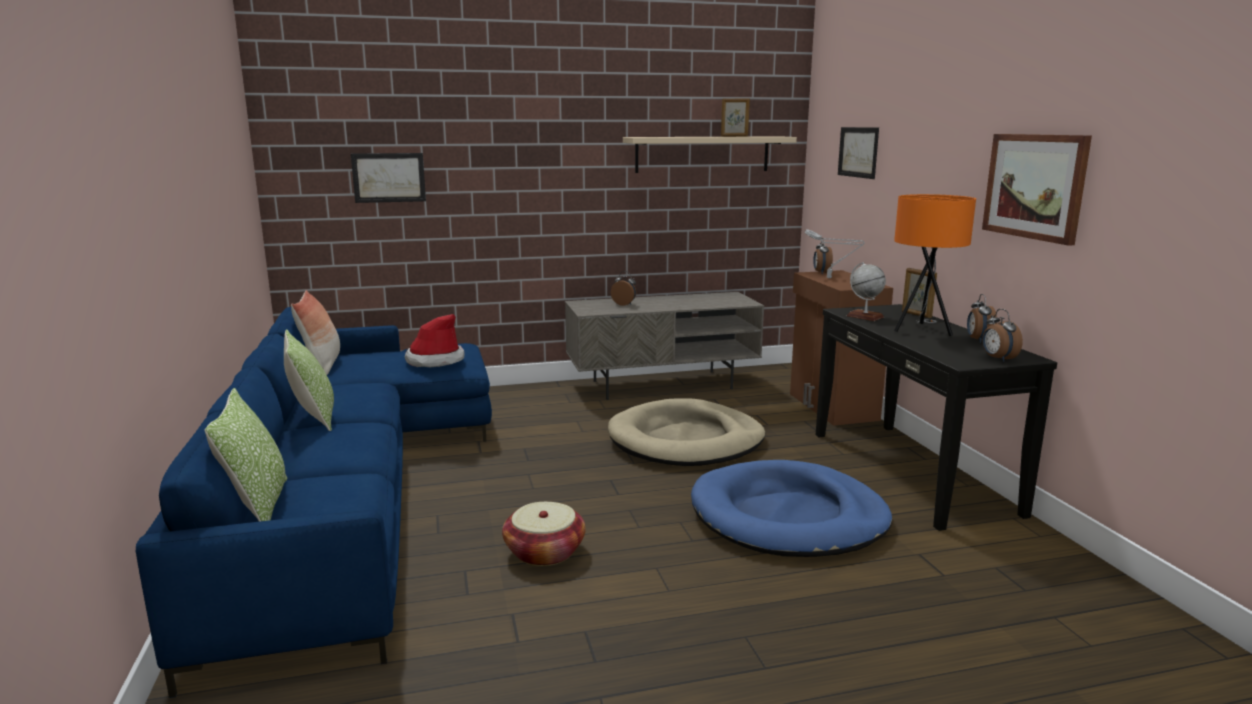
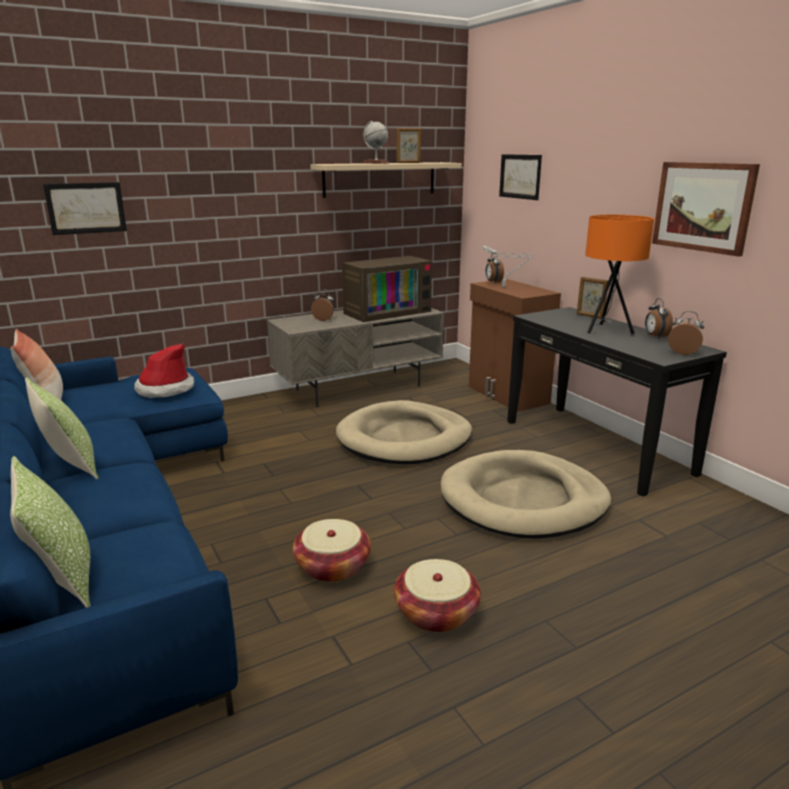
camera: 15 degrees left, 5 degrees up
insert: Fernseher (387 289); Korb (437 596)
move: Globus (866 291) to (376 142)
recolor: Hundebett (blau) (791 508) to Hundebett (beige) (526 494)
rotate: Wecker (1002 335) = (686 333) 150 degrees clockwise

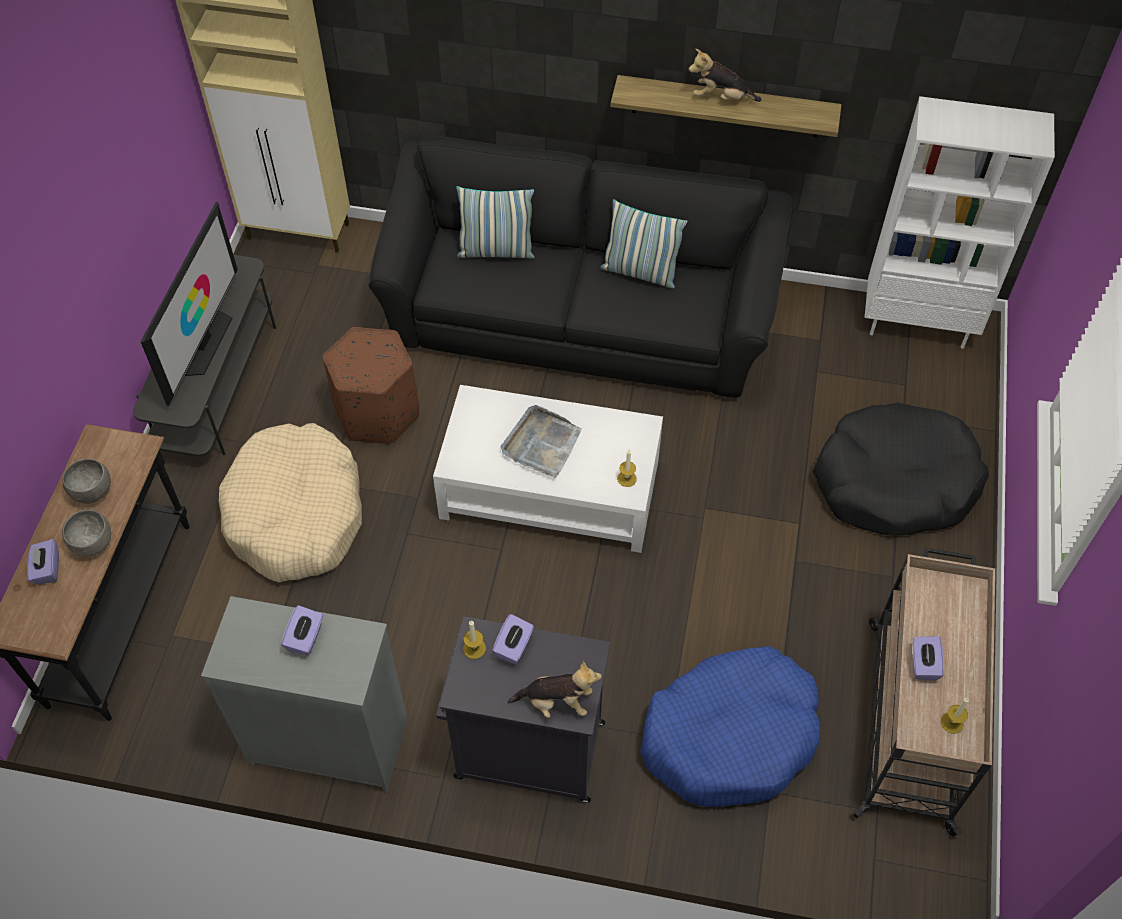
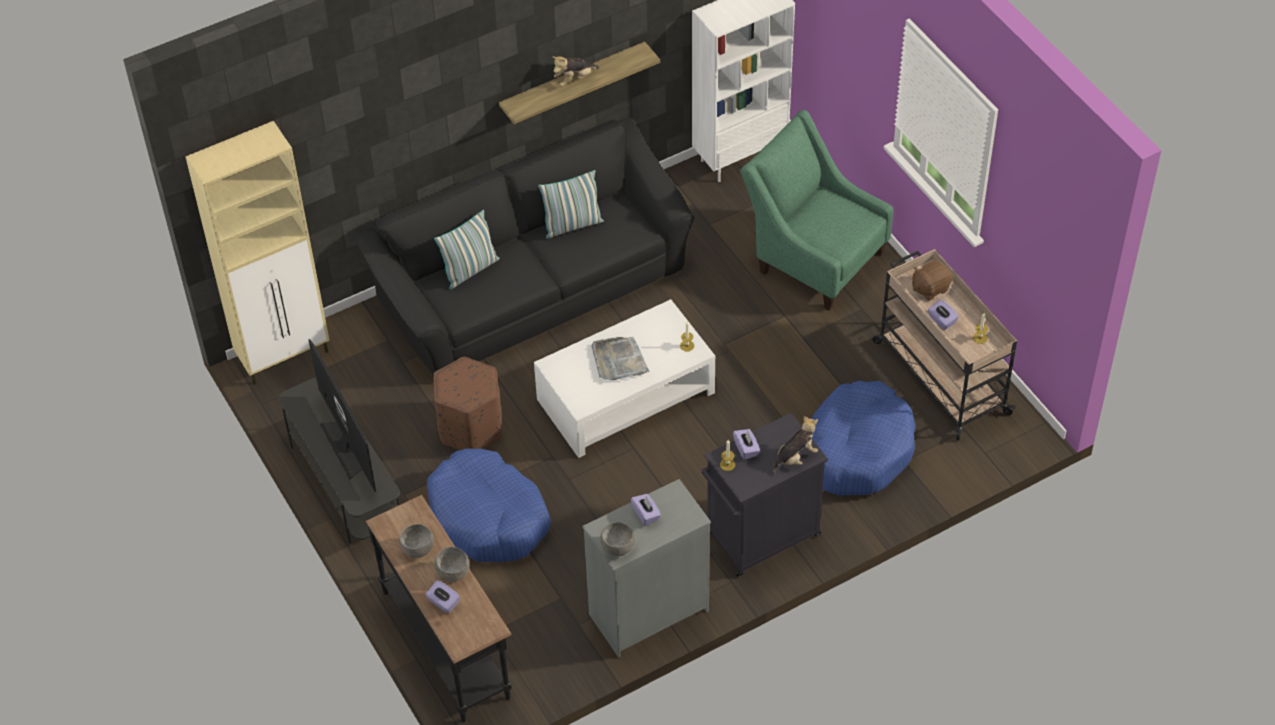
camera: 40 degrees left, 5 degrees down
insert: Schüssel (grau) (617 539); Plüschtier (braun) (932 281)
replace: Hundebett (schwarz) (901 469) to Sessel (grün) (816 210)
recolor: Hundebett (beige) (290 502) to Hundebett (blau) (489 505)

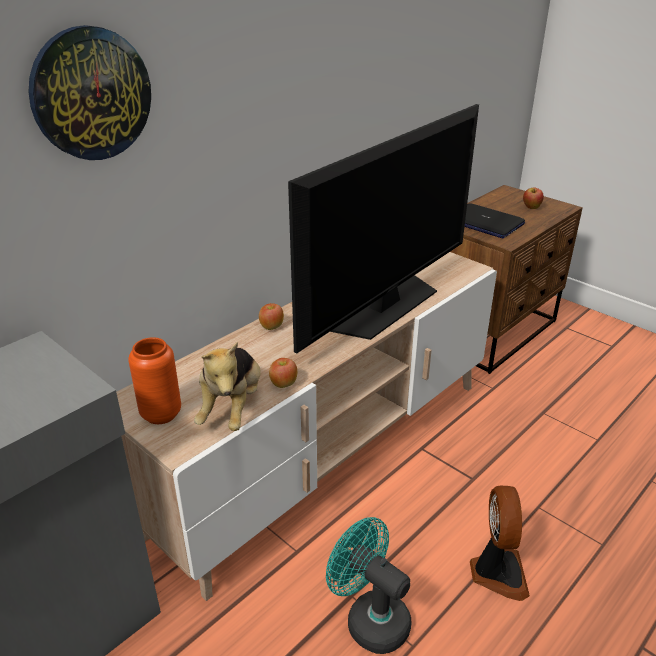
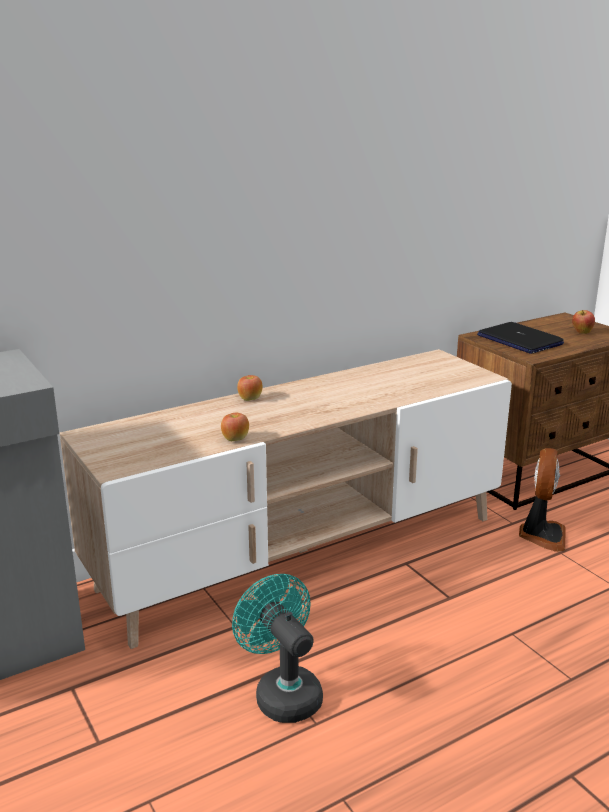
camera: 15 degrees right, 10 degrees down
delete: Wanduhr (89 92); Vase (orange) (154 380); Plüschtier (227 386); Fernseher (383 229)
move: Ventilator (500 543) to (542 500)

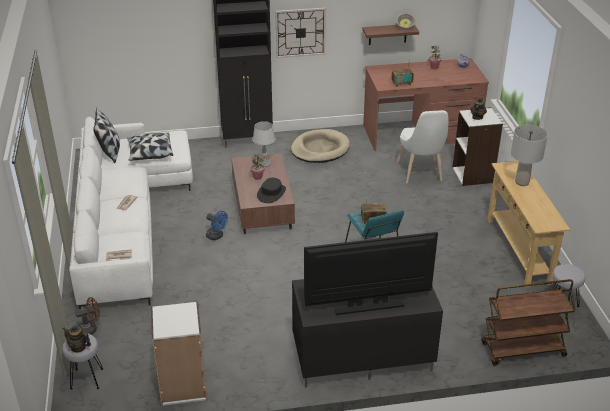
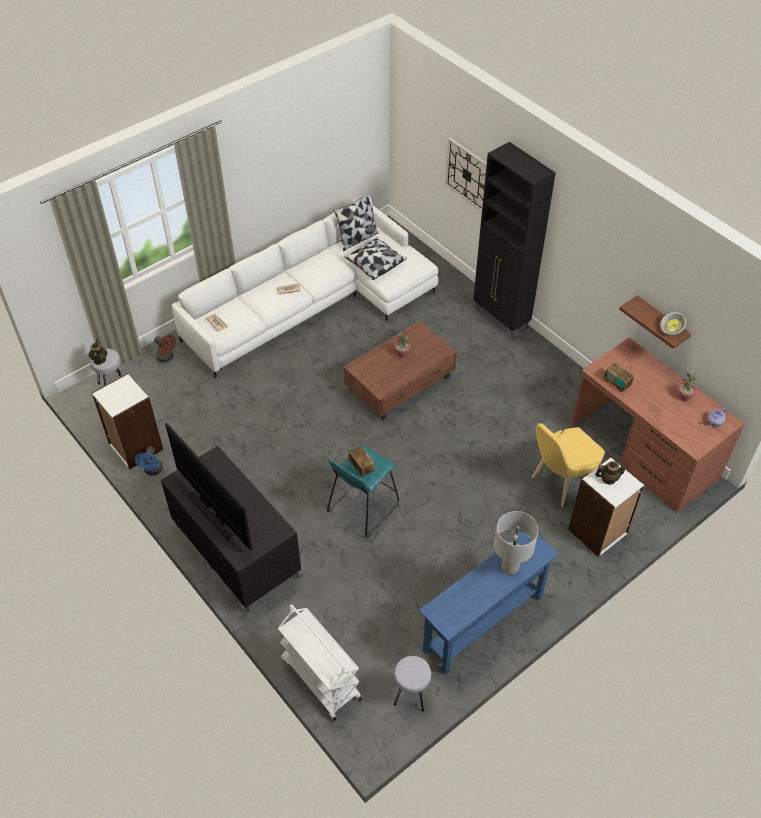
camera: 60 degrees right, 15 degrees up
delete: Tischlampe (grau) (264 144); Hut (schwarz) (271 190); Hundebett (beige) (320 146)
move: Ventilator (blau) (217 225) to (149 460); Wanduhr (300 33) to (466 174)
recolor: Stuhl (weiß) (422 146) to Stuhl (gelb) (568 465); Rollwagen (braun) (528 322) to Rollwagen (weiß) (320 662); Konsolentisch (beige) (528 224) to Konsolentisch (blau) (489 603)

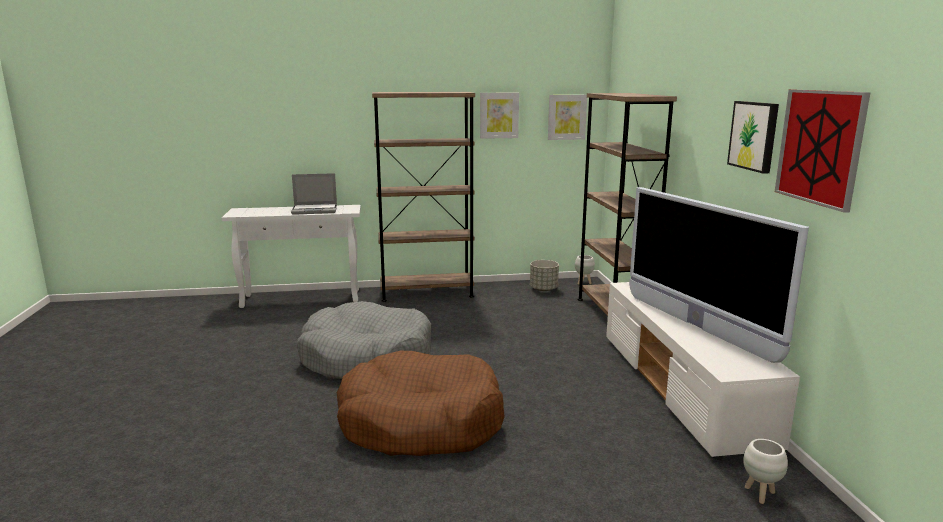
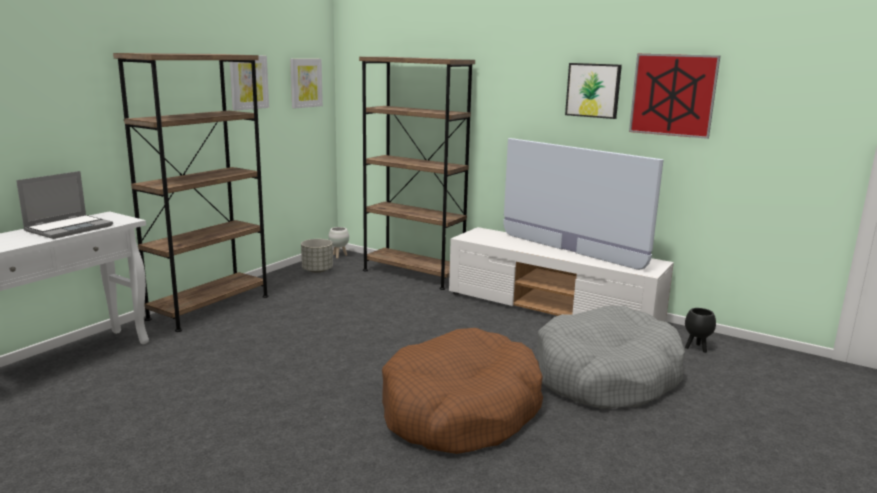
camera: 50 degrees left, 0 degrees up
move: Hundebett (grau) (364 340) to (610 357)
recolor: Pflanzkübel (weiß) (765 471) to Pflanzkübel (schwarz) (700 330)
rotate: Fernseher (719 275) = (583 204) 150 degrees counterclockwise

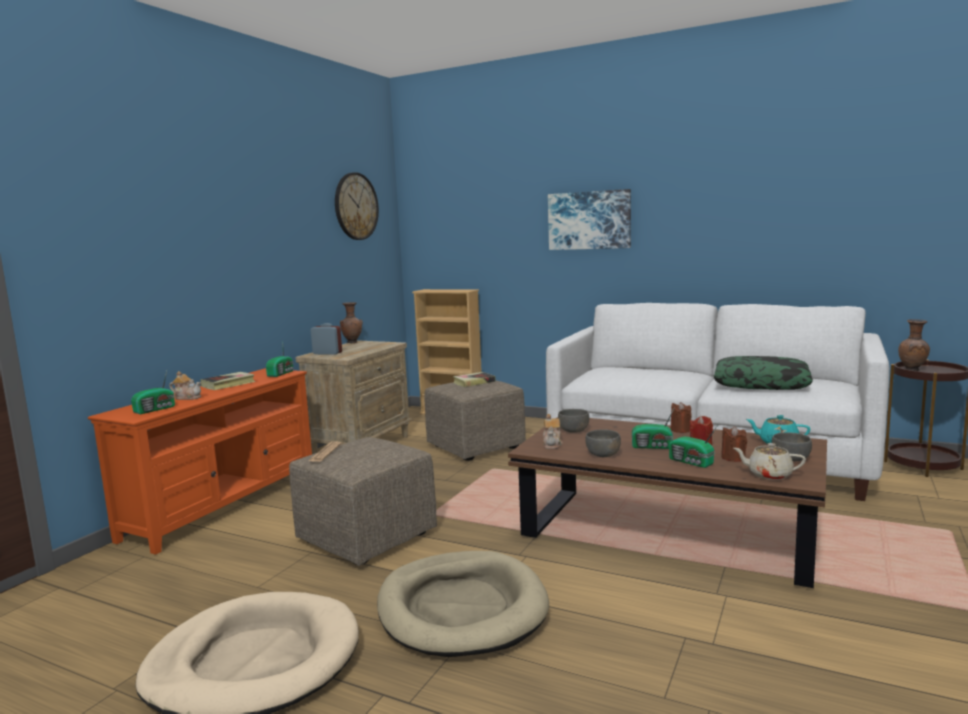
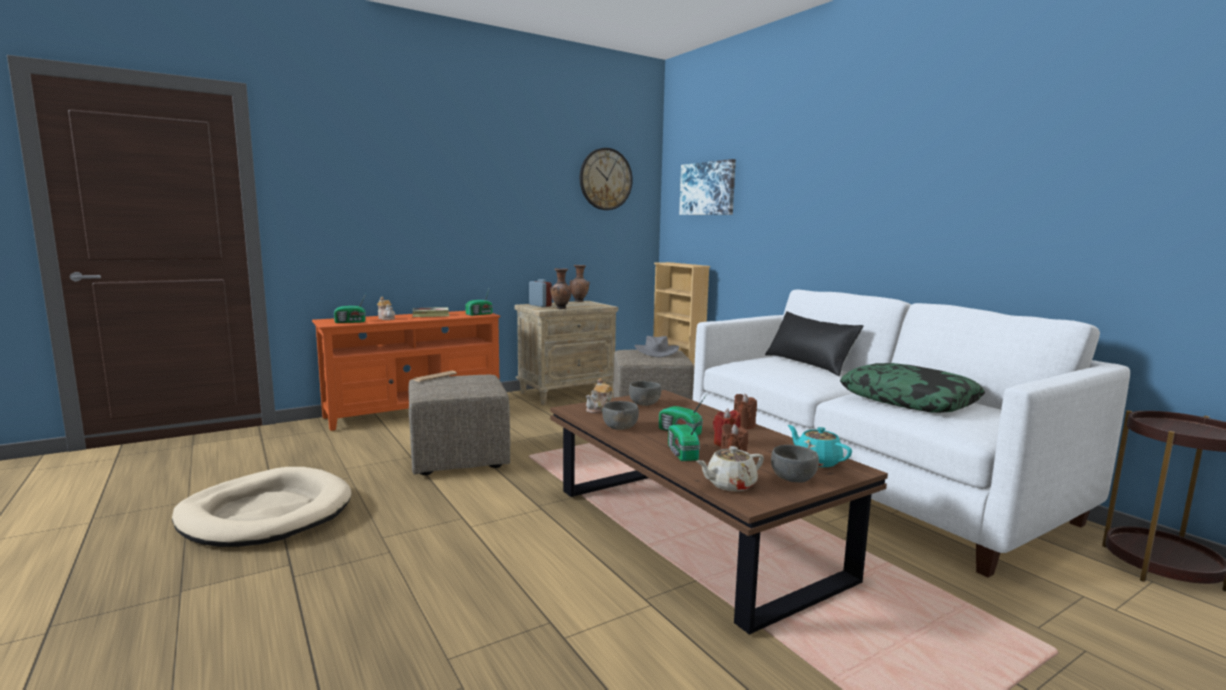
camera: 30 degrees right, 0 degrees up
delete: Hundebett (beige) (463 604)
insert: Kissen (schwarz) (814 343)
move: Bild (589 219) to (707 187); Vase (braun) (914 345) to (561 288)
replace: Buch (474 379) to Hut (grau) (657 346)
rotate: Teekanne (beige) (769 461) = (730 468) 75 degrees counterclockwise

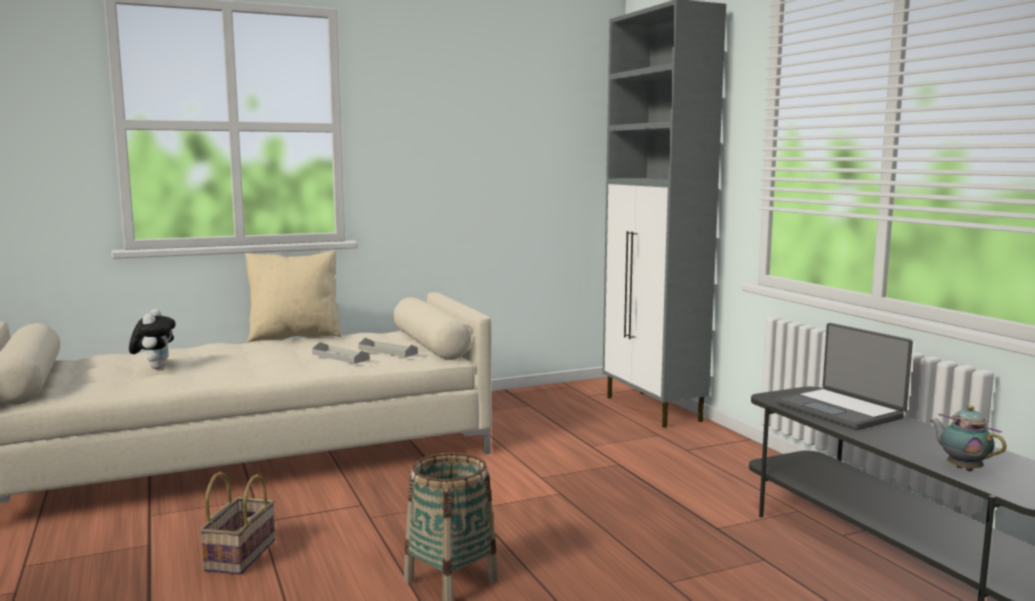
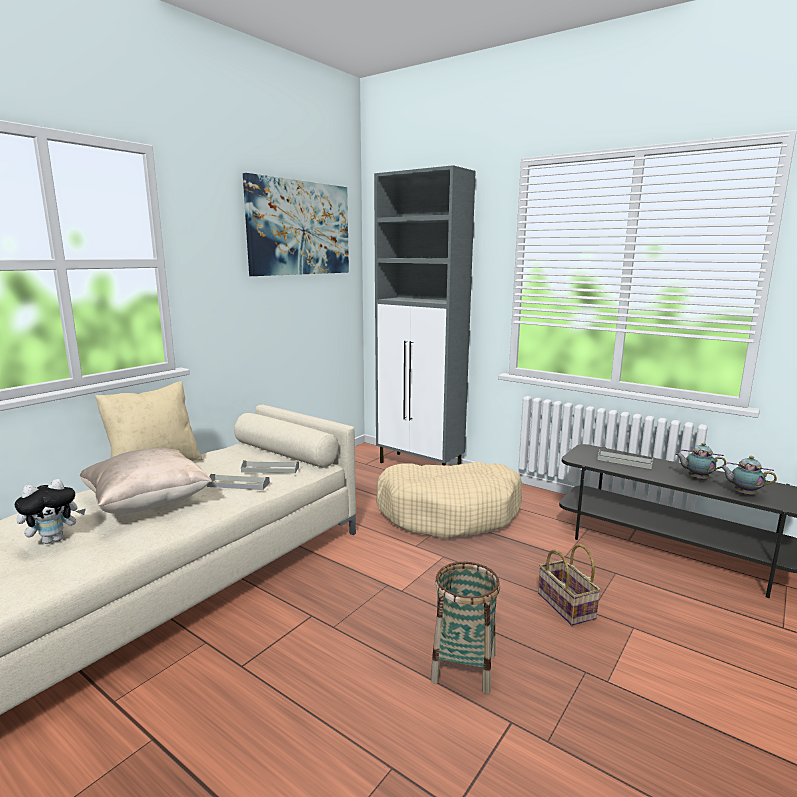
camera: 30 degrees left, 5 degrees up
insert: Kissen (beige) (146 481); Bild (296 224); Hundebett (beige) (449 500); Teekanne (700 461)
move: Korb (237 523) to (569 585)
replace: Laptop (844 376) to Tablett (grau) (625 459)
rotate: Plüschtier (152 339) = (50 511) 90 degrees clockwise

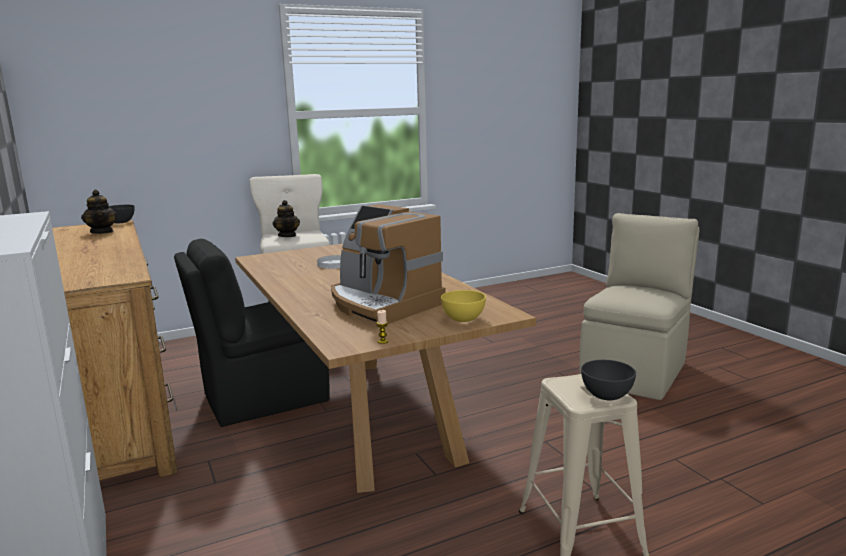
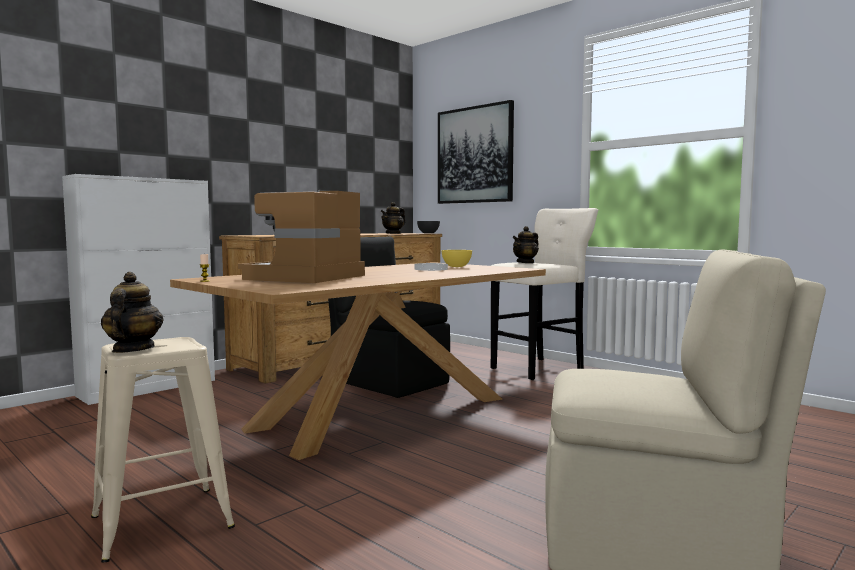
camera: 70 degrees right, 10 degrees down
insert: Bild (476 152)
move: Schüssel (gelb) (463 306) to (457 258)
replace: Schüssel (grau) (608 380) to Teekanne (132 312)

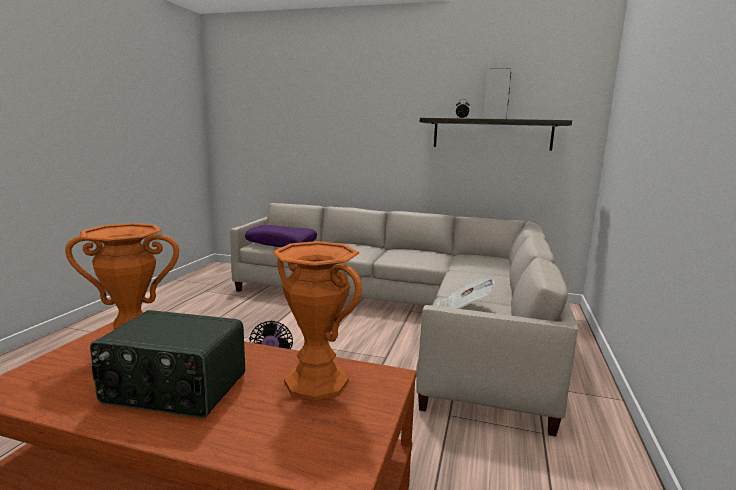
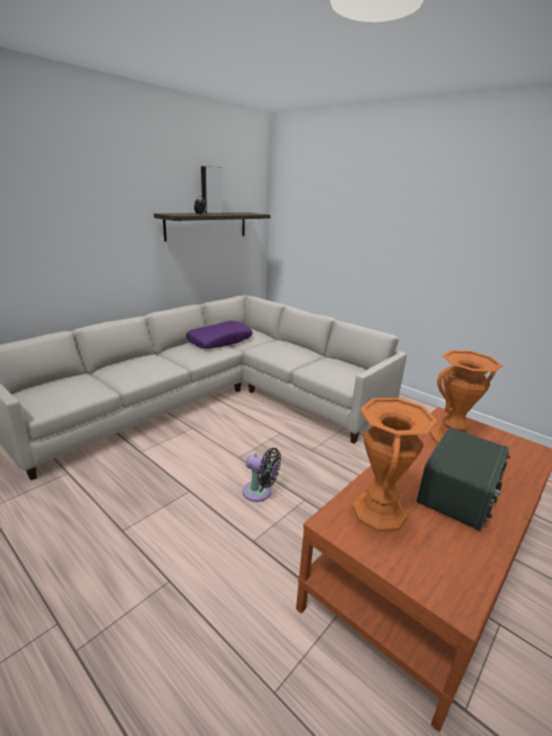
camera: 65 degrees left, 10 degrees up
delete: Zeitung (466 293)
move: Kissen (lila) (281 236) to (219 335)

